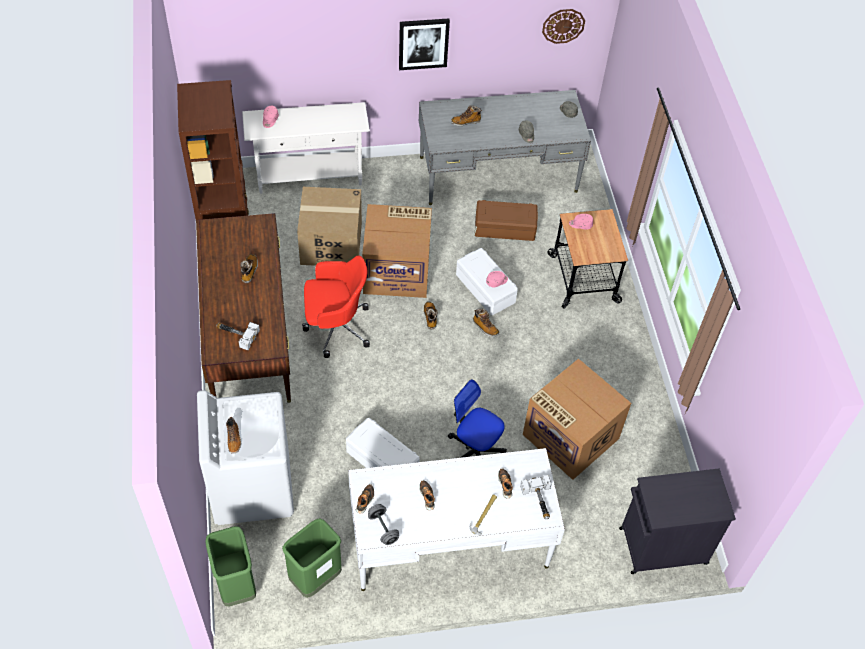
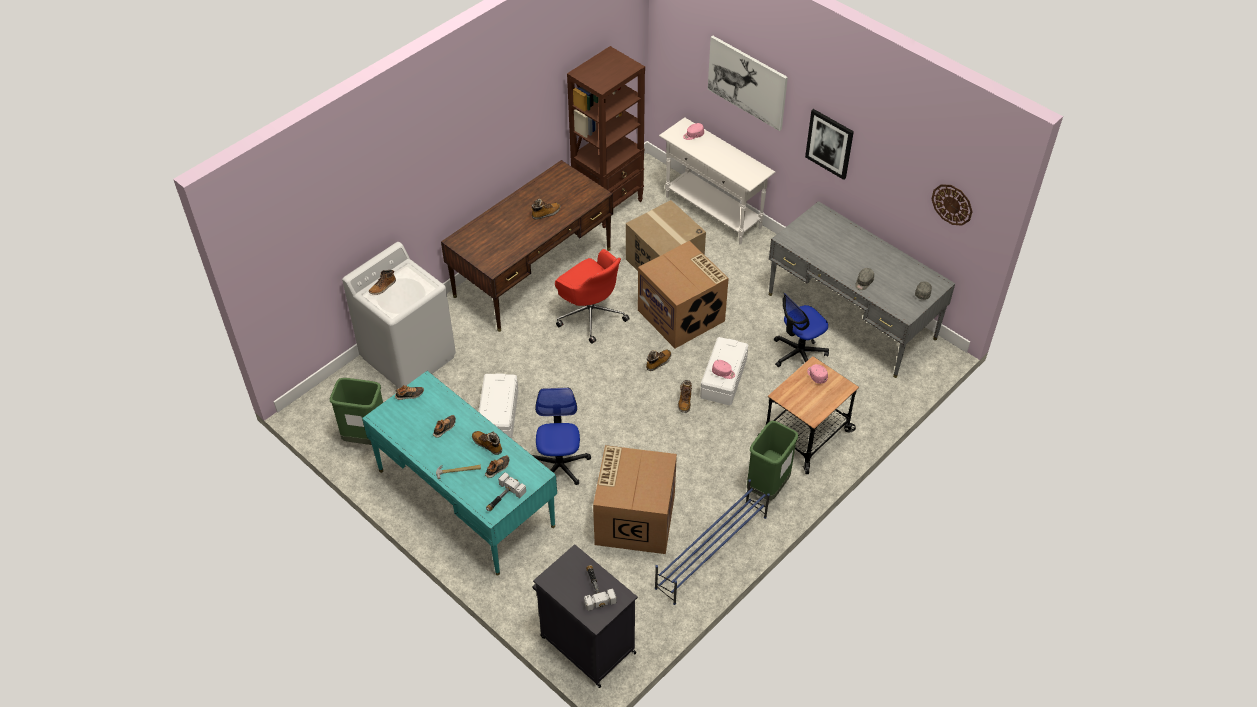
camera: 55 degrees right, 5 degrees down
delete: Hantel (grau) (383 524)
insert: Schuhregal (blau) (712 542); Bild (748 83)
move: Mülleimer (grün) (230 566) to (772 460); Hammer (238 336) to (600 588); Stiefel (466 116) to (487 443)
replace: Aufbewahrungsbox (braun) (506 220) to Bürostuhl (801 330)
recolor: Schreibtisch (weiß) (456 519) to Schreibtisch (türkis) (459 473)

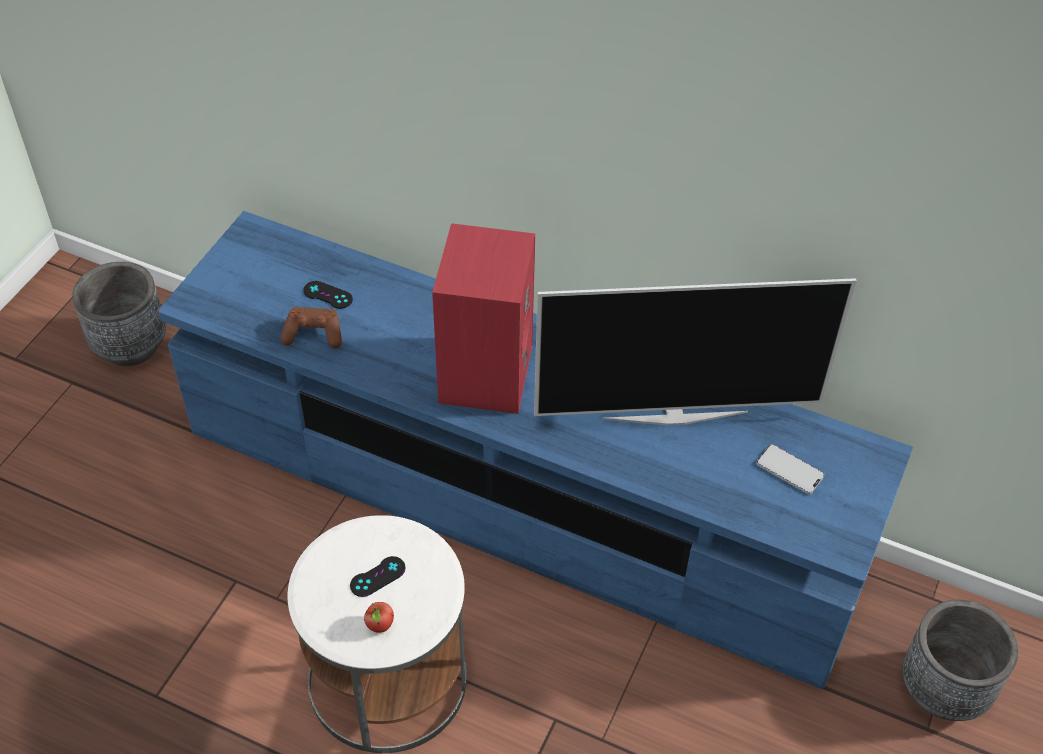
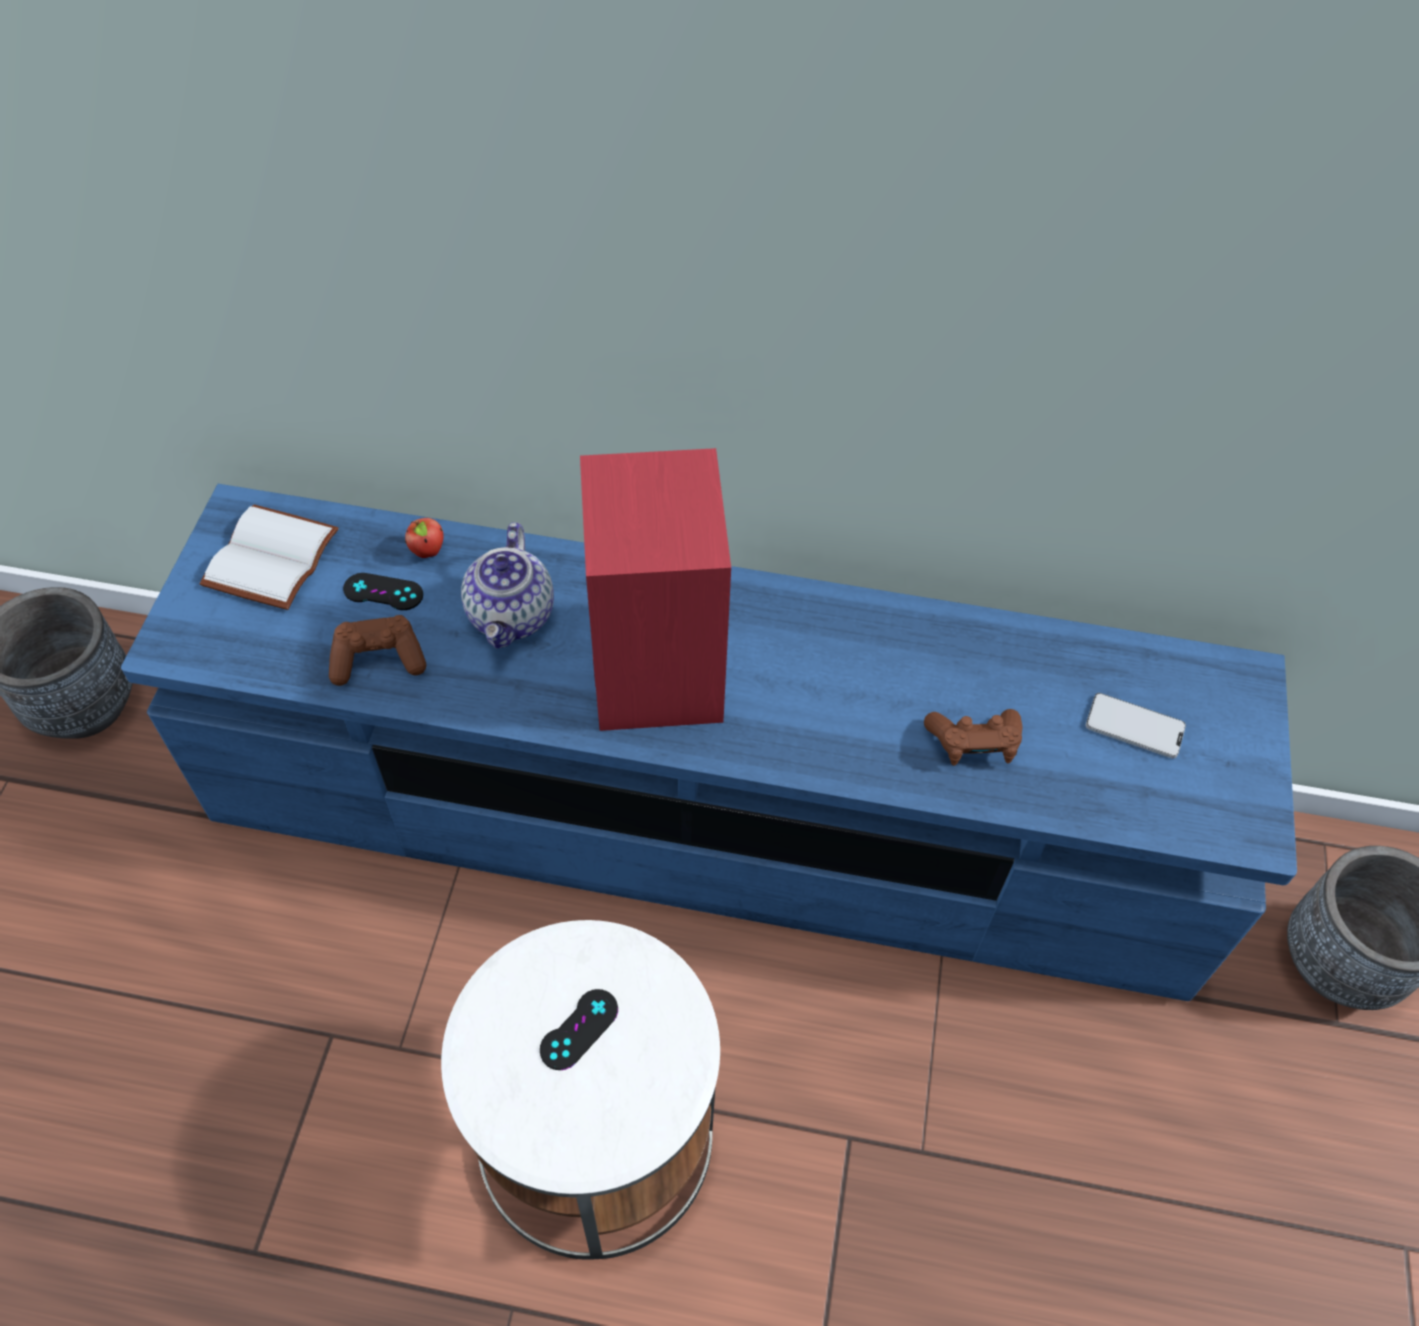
camera: 15 degrees left, 5 degrees up
delete: Fernseher (695 351)
insert: Buch (weiß) (269 557); Teekanne (507 585); Gamepad (braun) (973 737)
move: Apfel (379 617) to (424 538)

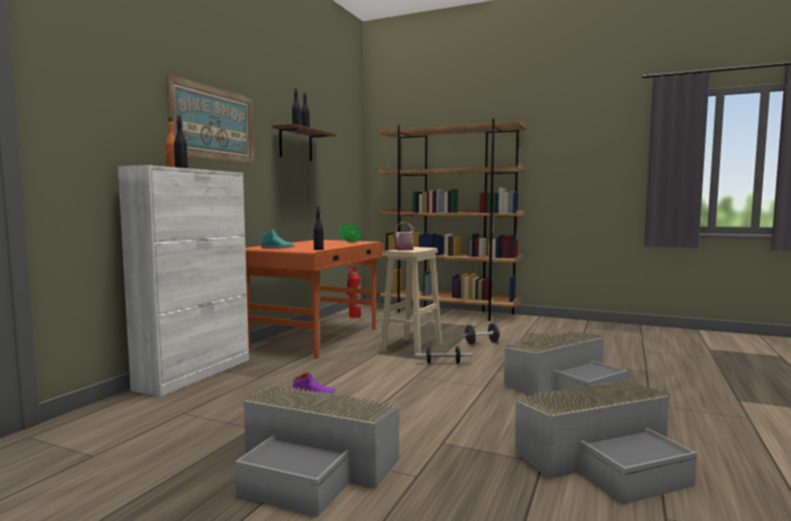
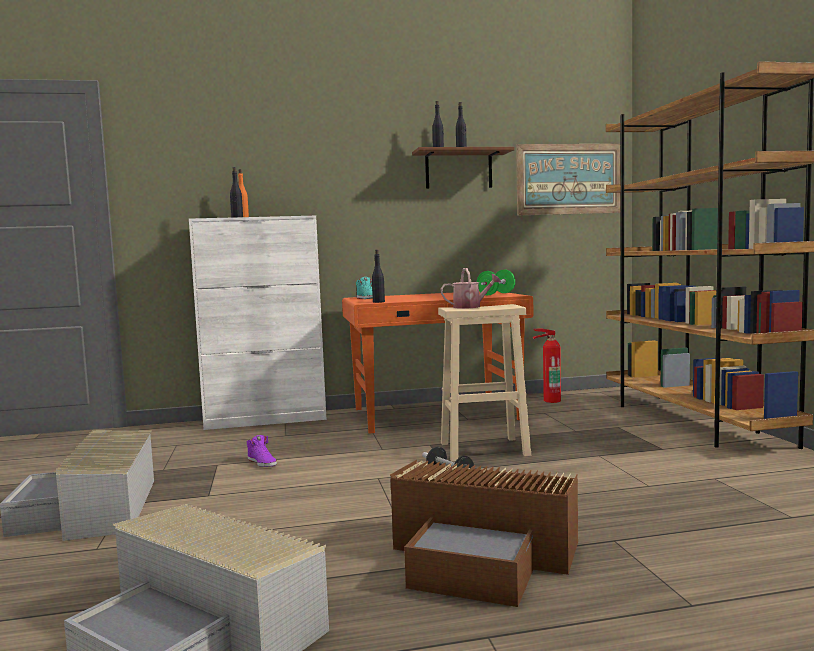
camera: 55 degrees right, 0 degrees up
delete: Hantel (schwarz) (482 334)
move: Bild (210 119) to (568 179)
recolor: Aufbewahrungsbox (grau) (566 363) to Aufbewahrungsbox (braun) (484 533)

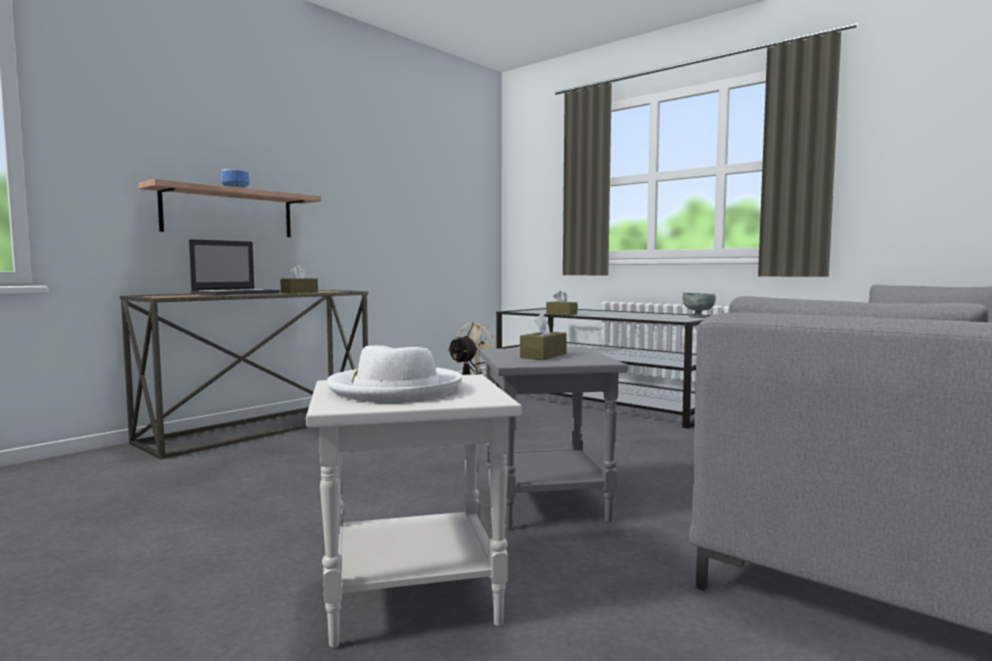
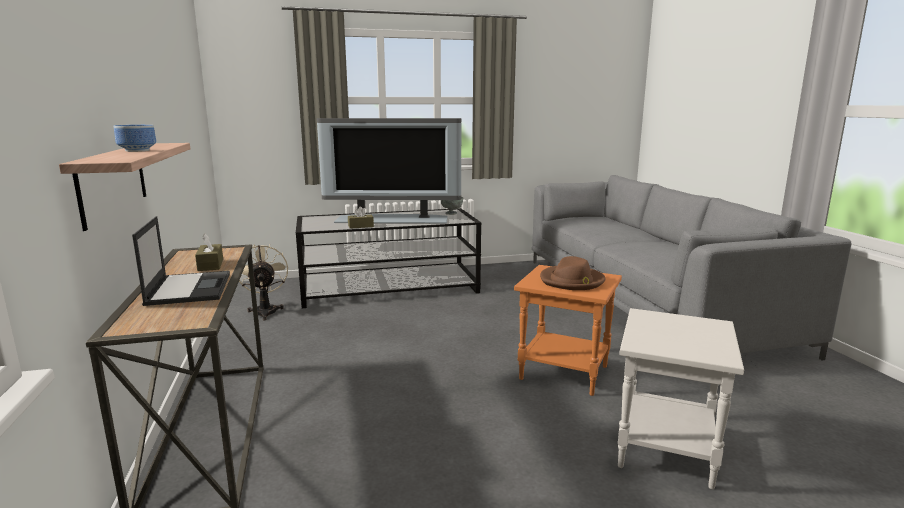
camera: 55 degrees left, 10 degrees up
delete: Hut (weiß) (394 373)
insert: Fernseher (389 170)
replace: Taschentuchbox (braun) (543 336) to Hut (braun) (573 273)
recolor: Beistelltisch (grau) (553 438) to Beistelltisch (orange) (568 330)

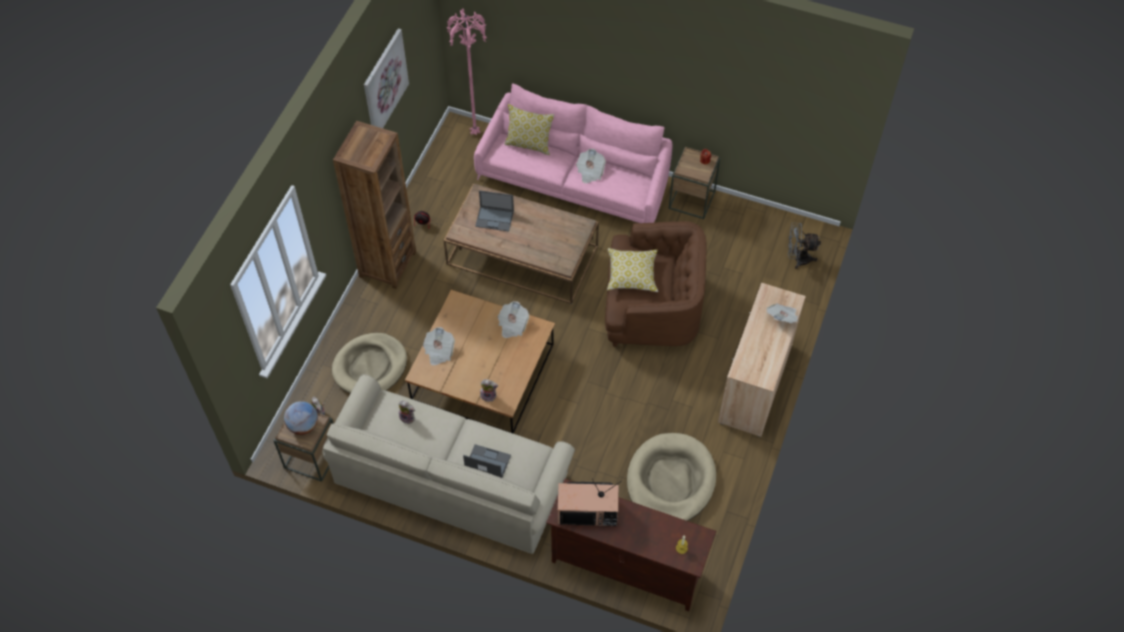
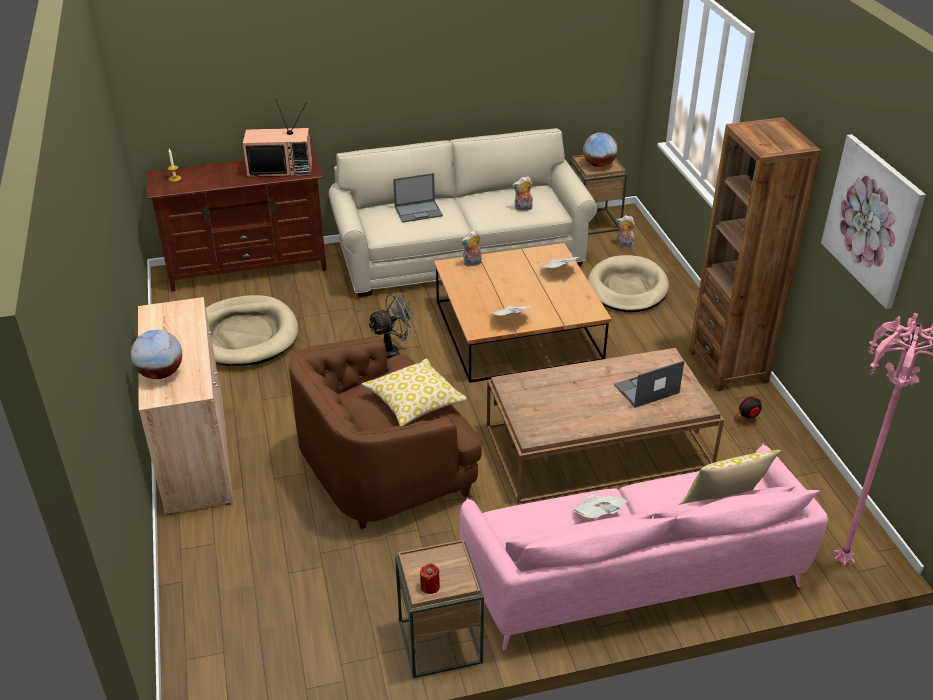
camera: 145 degrees right, 20 degrees down
move: Ventilator (grau) (804 246) to (392 325)
replace: Zeitung (782 313) to Globus (156 354)
rotate: Fernseher (590 502) = (277 138) 150 degrees counterclockwise

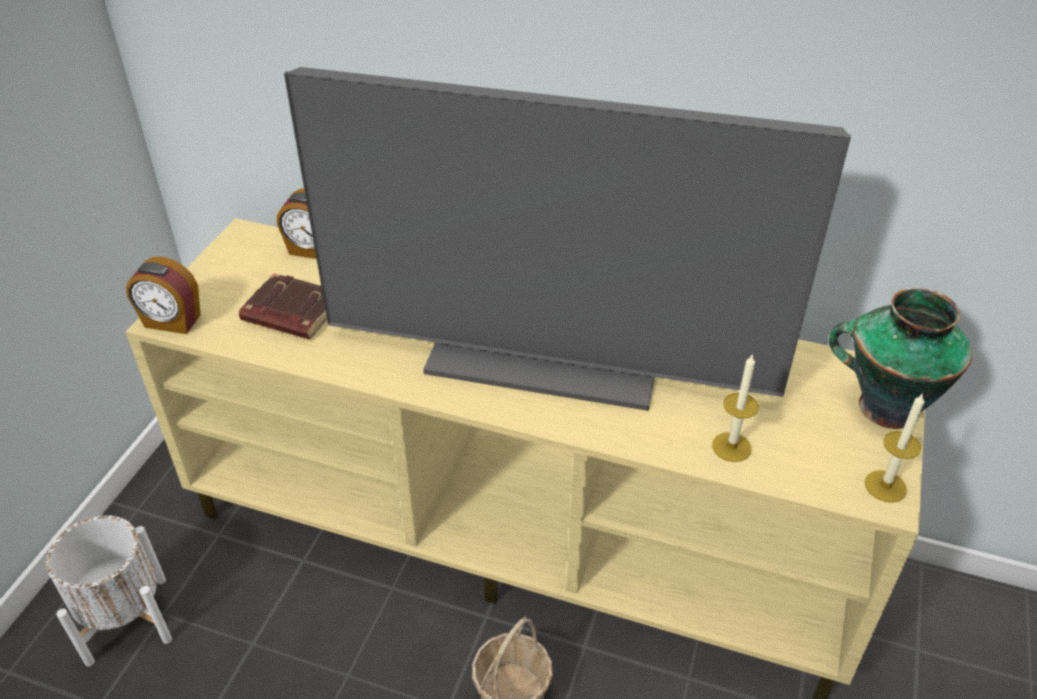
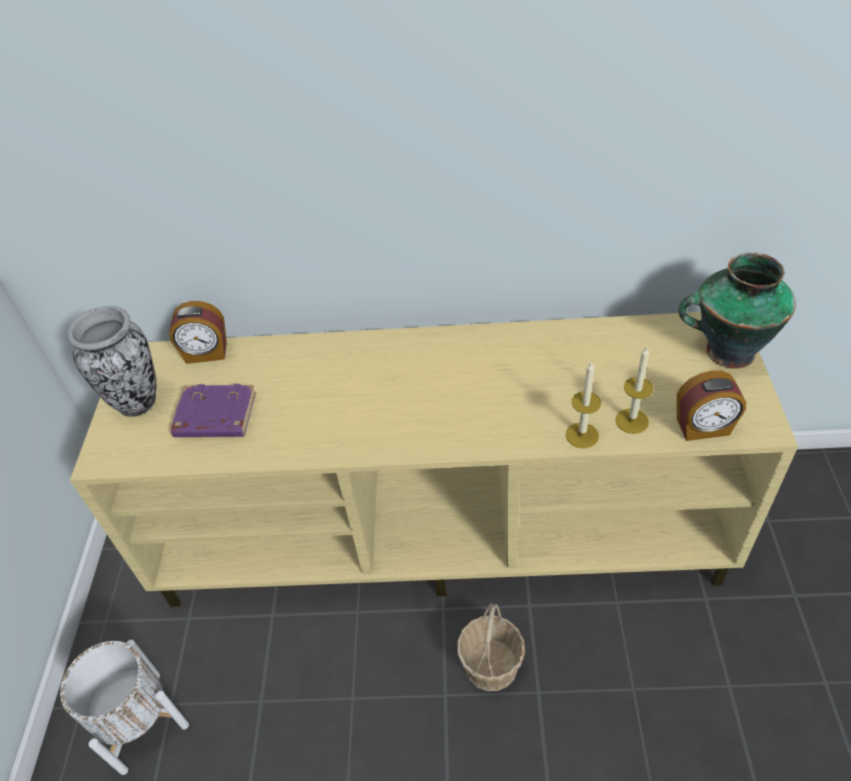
camera: 15 degrees left, 5 degrees up
delete: Fernseher (567 239)
insert: Vase (112 361)
move: Wecker (163 295) to (711 406); Kerze (894 448) to (583 404)
recolor: Buch (braun) (283 306) to Buch (lila) (213 410)

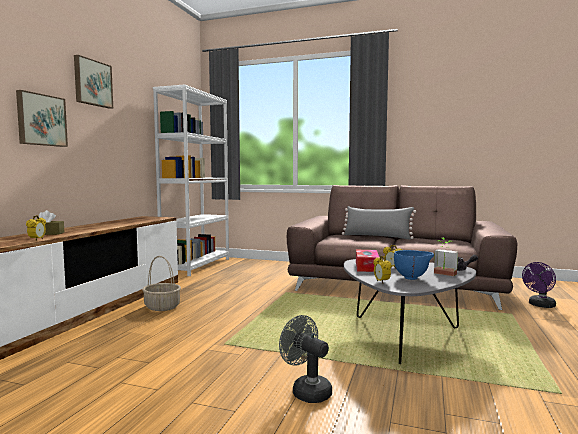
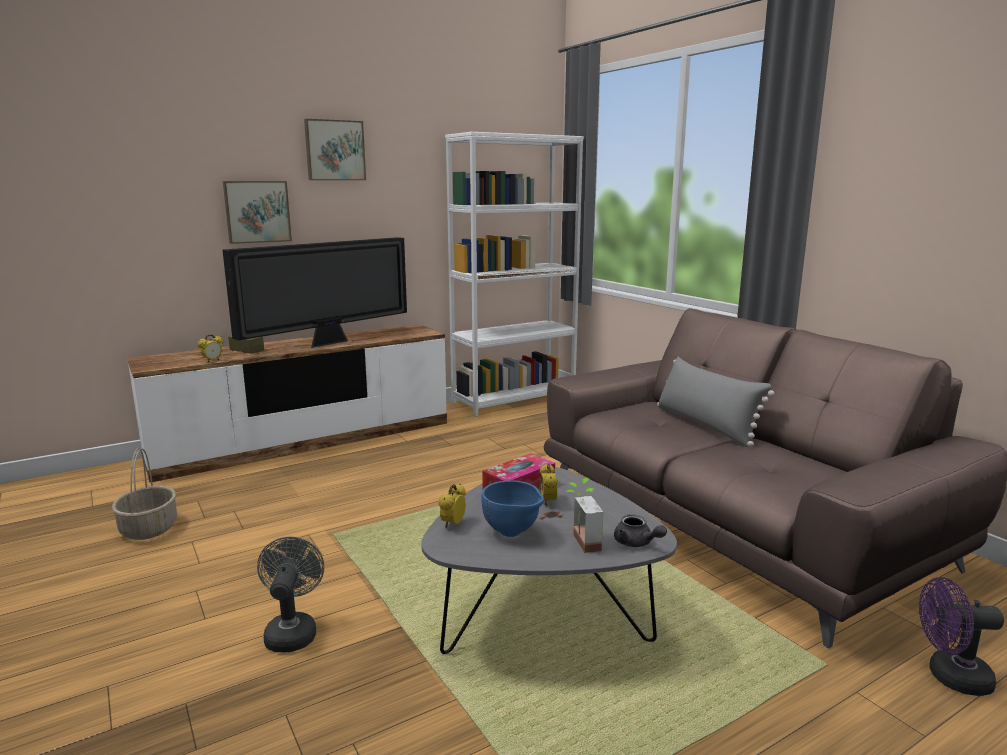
camera: 40 degrees right, 10 degrees up
insert: Fernseher (315 292)
move: Korb (161 283) to (144 494)

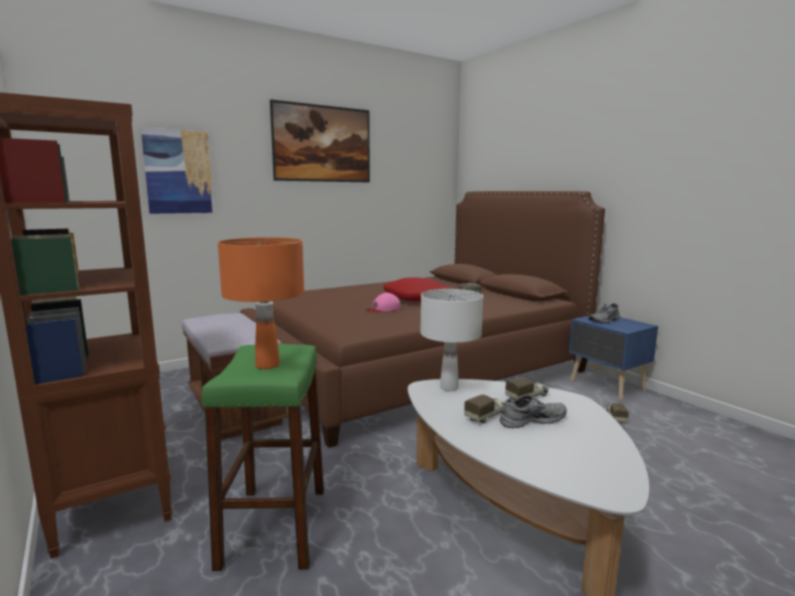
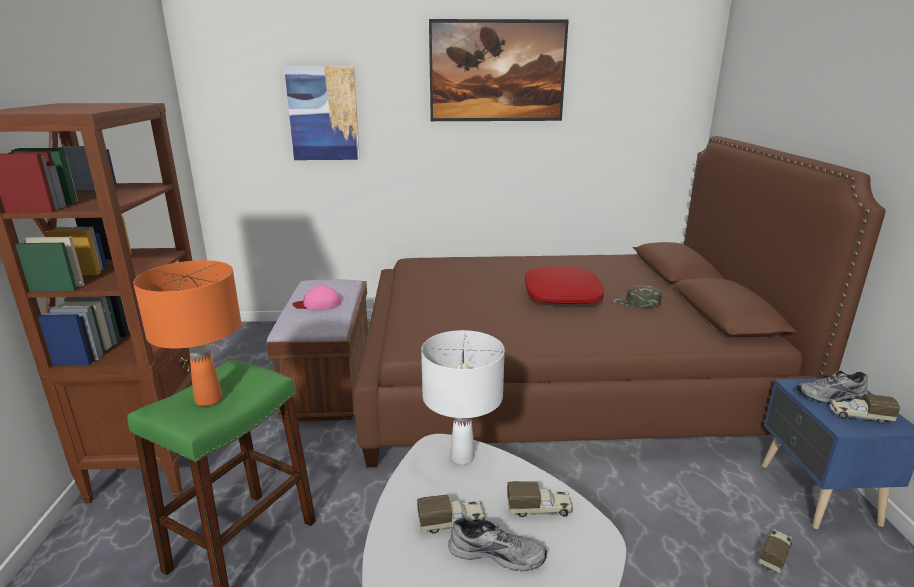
camera: 30 degrees right, 10 degrees up
insert: Spielzeuglaster (865 409)
move: Kappe (rosa) (383 302) to (317 297)

